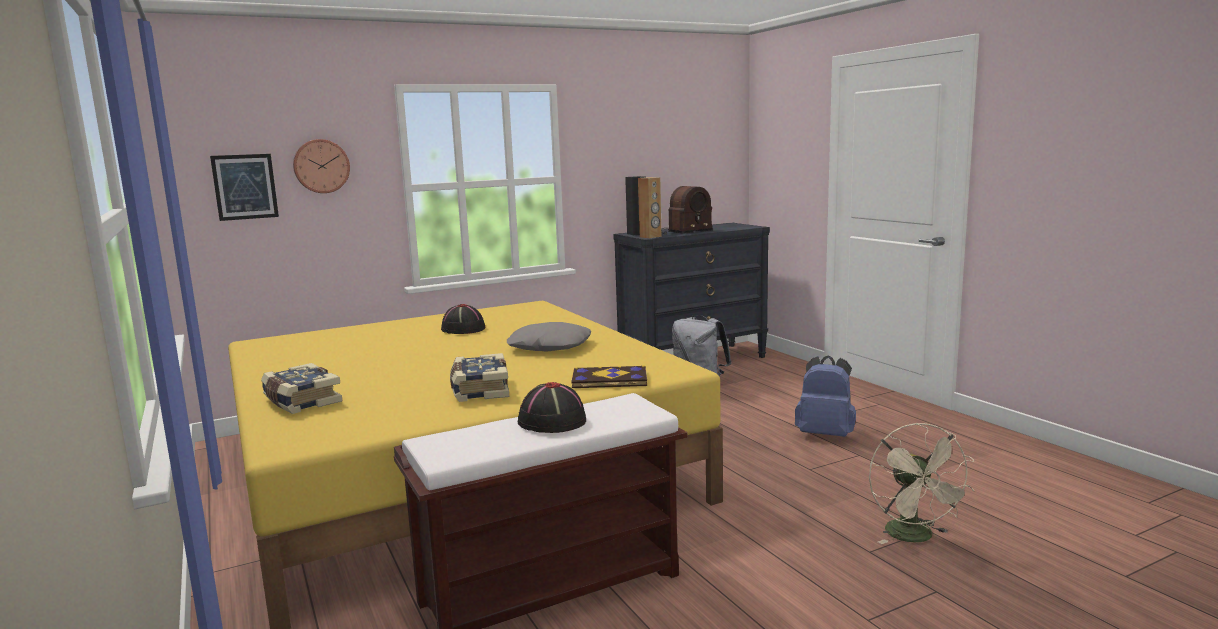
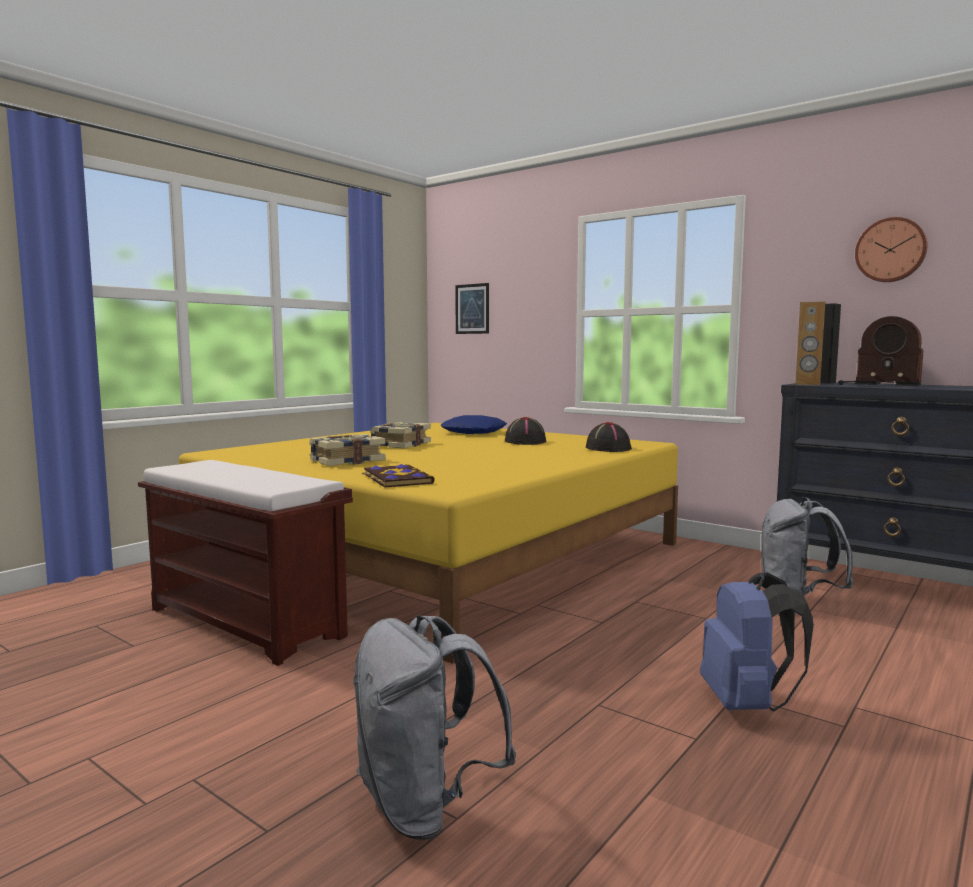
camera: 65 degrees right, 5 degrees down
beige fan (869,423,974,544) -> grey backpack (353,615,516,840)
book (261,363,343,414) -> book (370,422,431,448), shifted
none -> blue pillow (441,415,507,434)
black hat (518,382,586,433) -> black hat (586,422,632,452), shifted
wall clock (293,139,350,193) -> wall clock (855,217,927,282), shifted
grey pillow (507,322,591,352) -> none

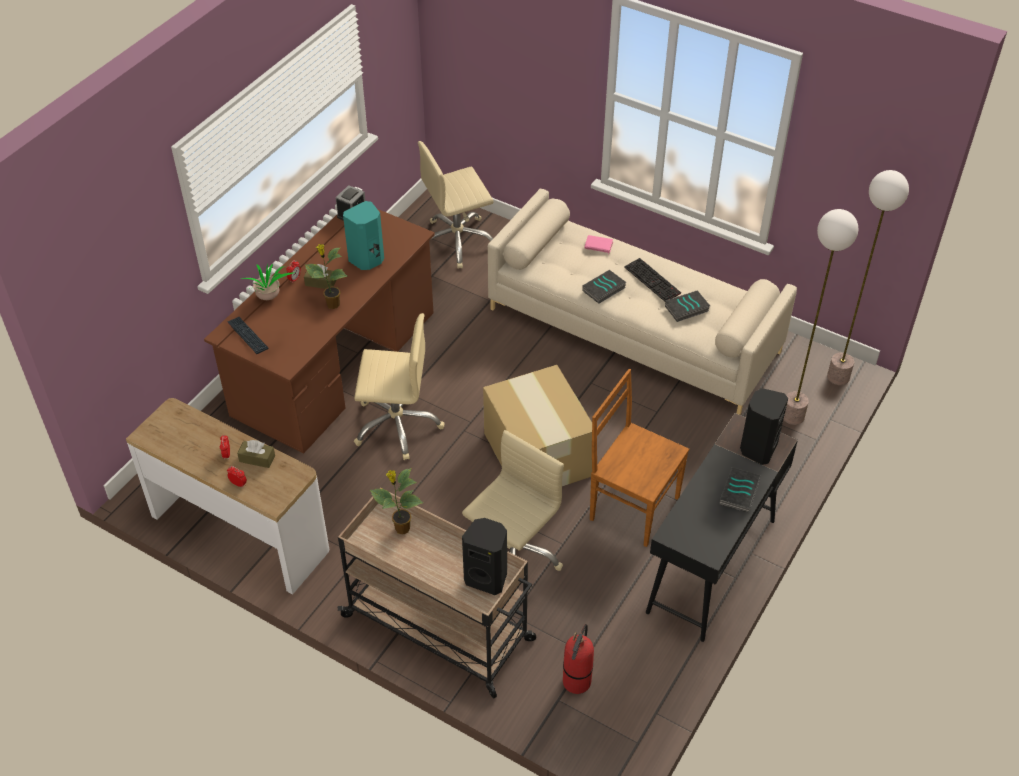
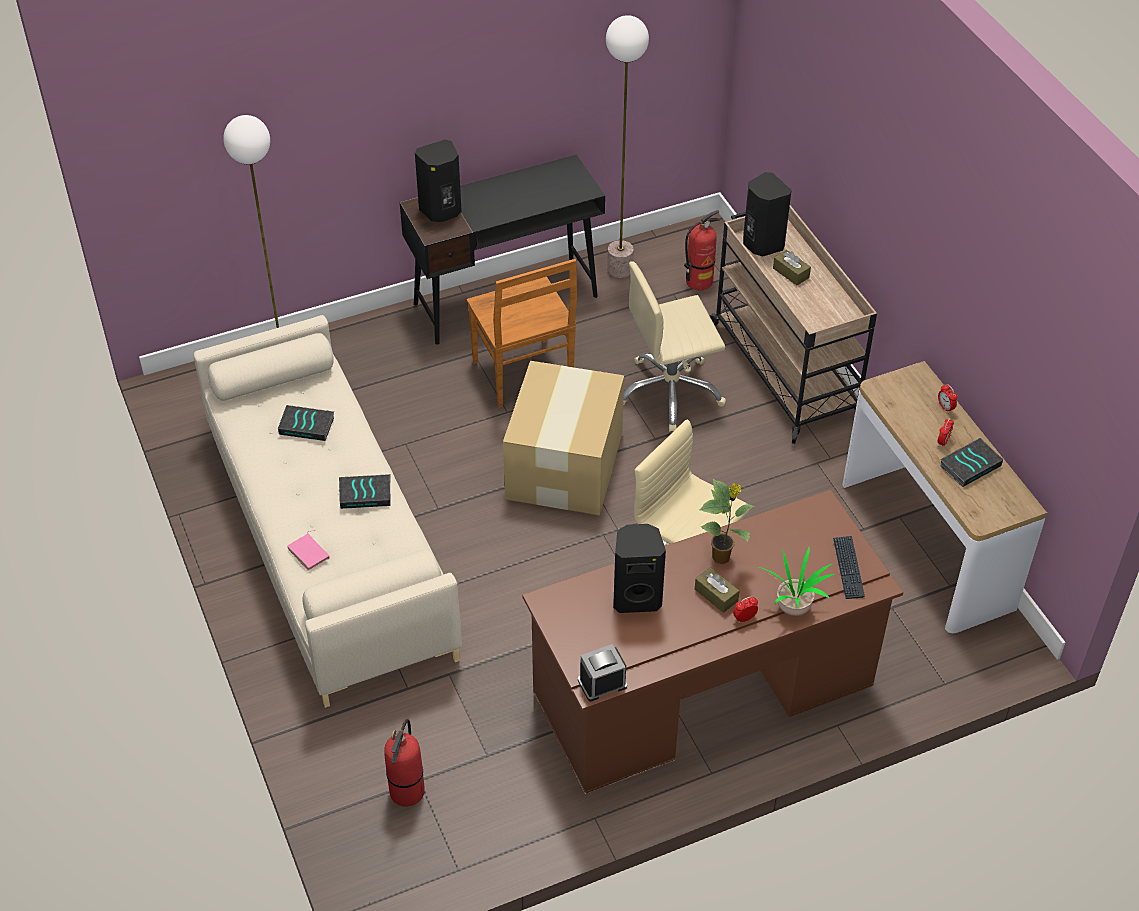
camera: 145 degrees left, 0 degrees up
beige office chair (418,141,494,269) -> fire extinguisher (384,719,425,807)
floor lamp (827,170,909,385) -> floor lamp (606,15,649,278), shifted
turquoise speaker (343,201,384,270) -> black speaker (613,524,666,613)
brown tissue box (237,440,275,468) -> brown tissue box (773,250,811,285), shifted
book (719,467,761,513) -> book (939,438,1003,487), shifted
potted plant (370,468,423,535) -> none
keyboard (624,258,681,302) -> none

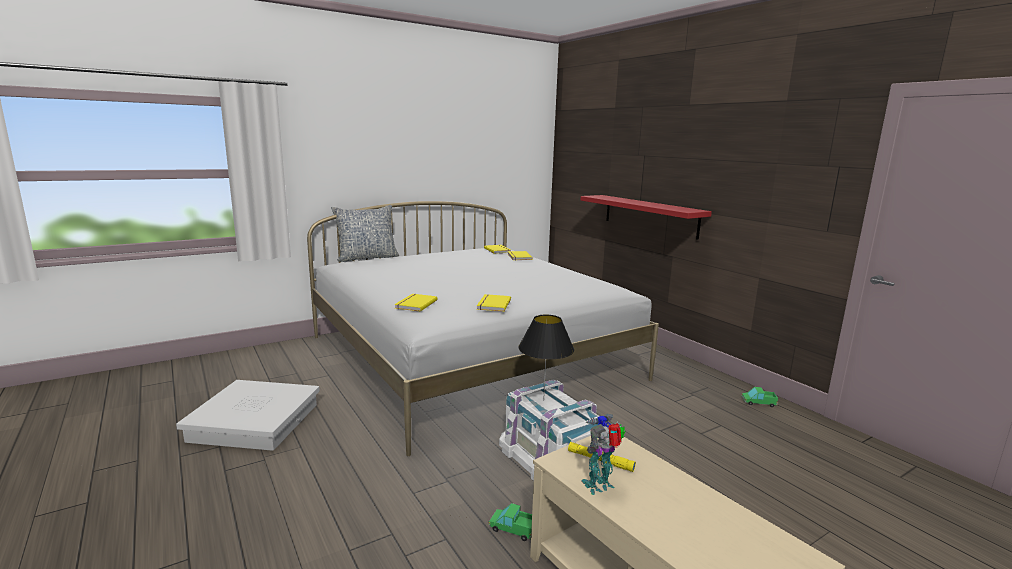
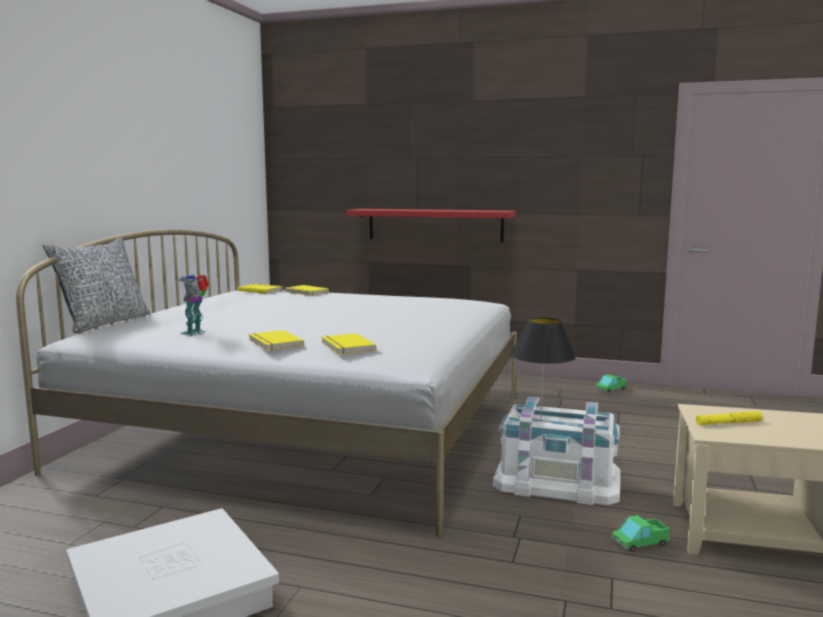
camera: 40 degrees left, 5 degrees down
toy robot (581,414,626,495) -> toy robot (179,275,209,336), shifted
yellow book (477,294,511,312) -> yellow book (249,330,304,350), shifted

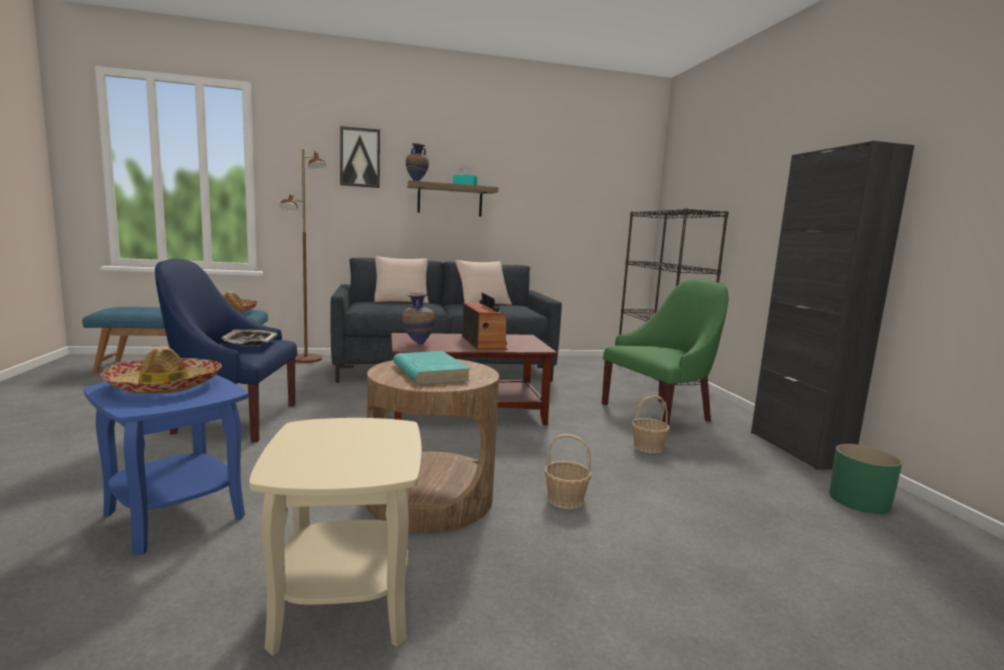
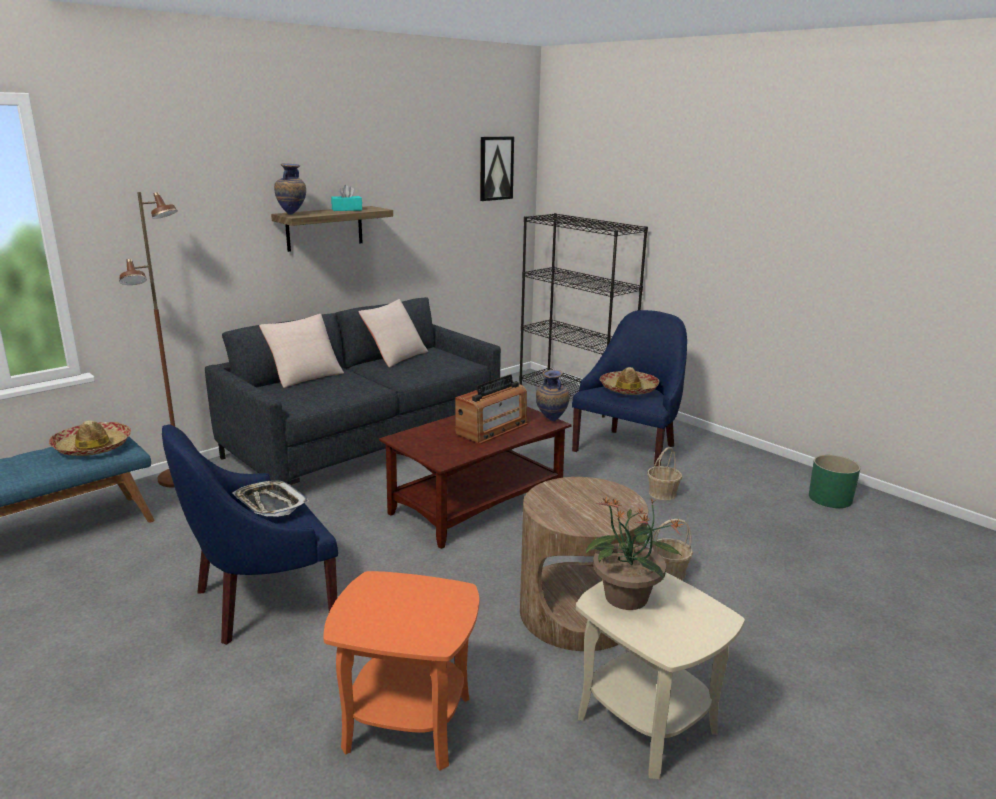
camera: 30 degrees left, 10 degrees up
blue side table (83,375,248,555) -> orange side table (323,571,479,771)
radio (462,293,507,350) -> radio (455,375,527,444), 90 degrees clockwise
picture (340,126,380,188) -> picture (480,137,514,201), shifted
vase (402,293,435,345) -> vase (536,370,569,421), shifted
green armchair (602,279,729,434) -> blue armchair (572,310,687,467)
none -> potted plant (586,496,684,610)
hat (100,346,222,394) -> hat (599,367,659,395), shifted
turquoise book (393,351,470,385) -> none
black cabinet (751,141,914,470) -> none

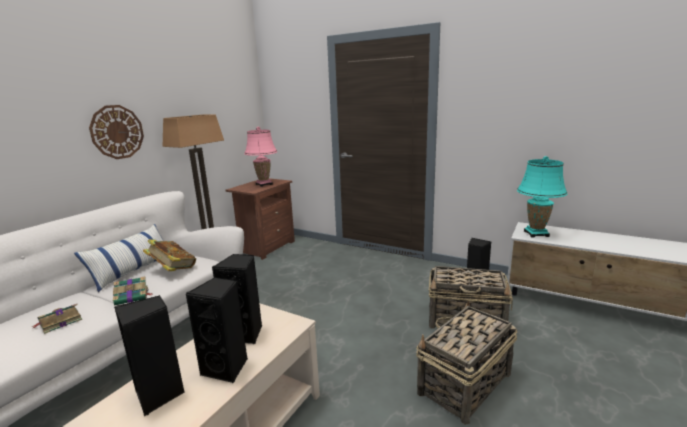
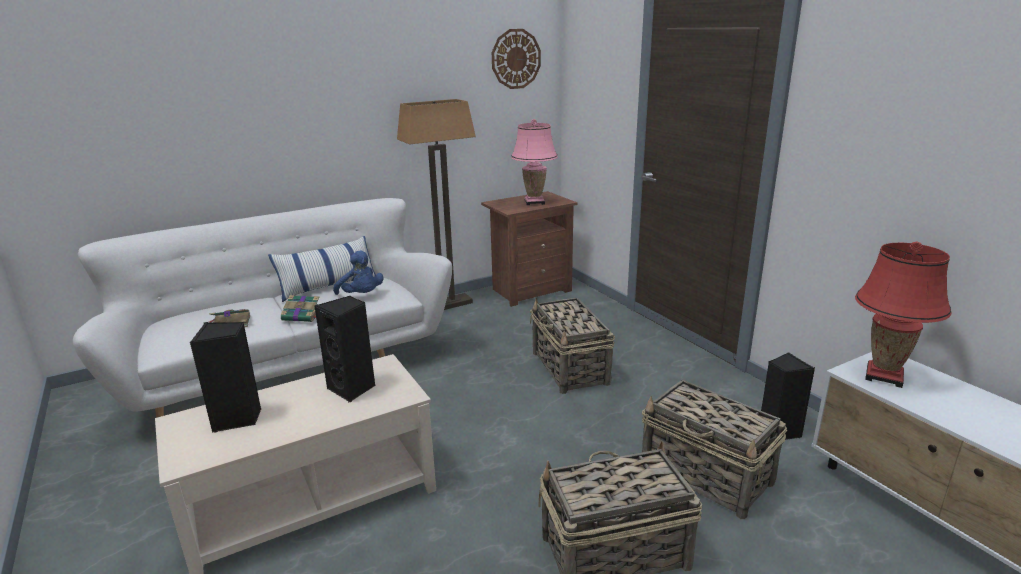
camera: 30 degrees right, 5 degrees up
book (143,240,196,271) -> blue plush toy (333,250,384,295)
wall clock (89,105,144,159) -> wall clock (492,29,541,89), shifted
none -> basket (530,298,615,394)
turquoise table lamp (517,156,567,237) -> red table lamp (855,241,952,388)
black speaker (185,277,248,384) -> none

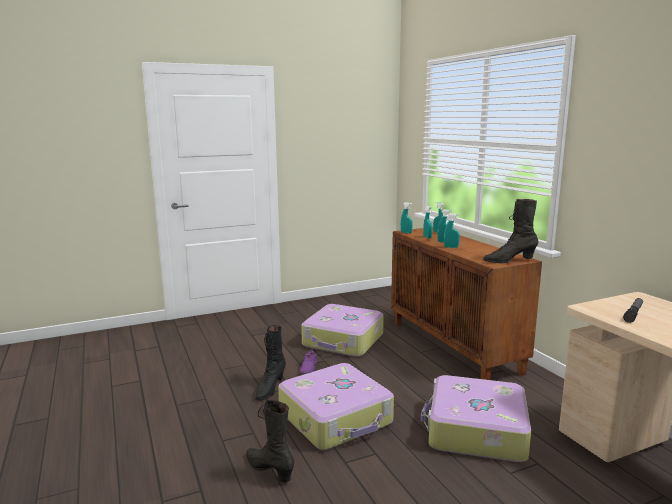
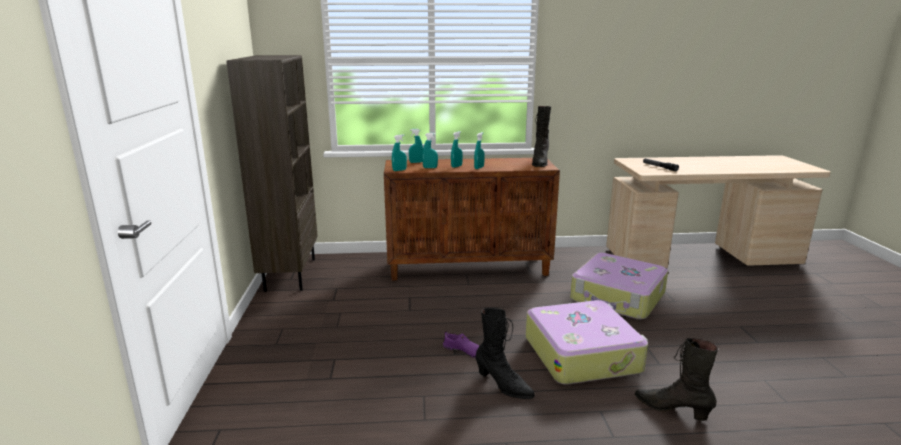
camera: 70 degrees left, 5 degrees up
none -> brown bookcase (226,55,318,292)
black boot (246,400,294,483) -> black boot (635,338,718,421), 60 degrees clockwise
suitcase (301,304,384,357) -> none

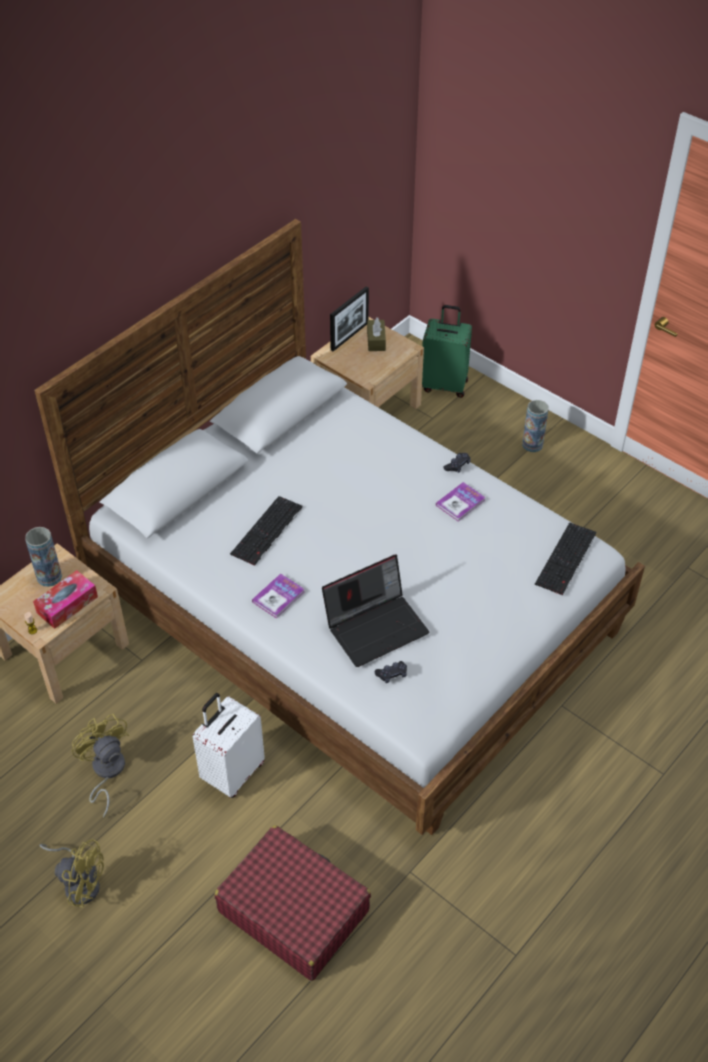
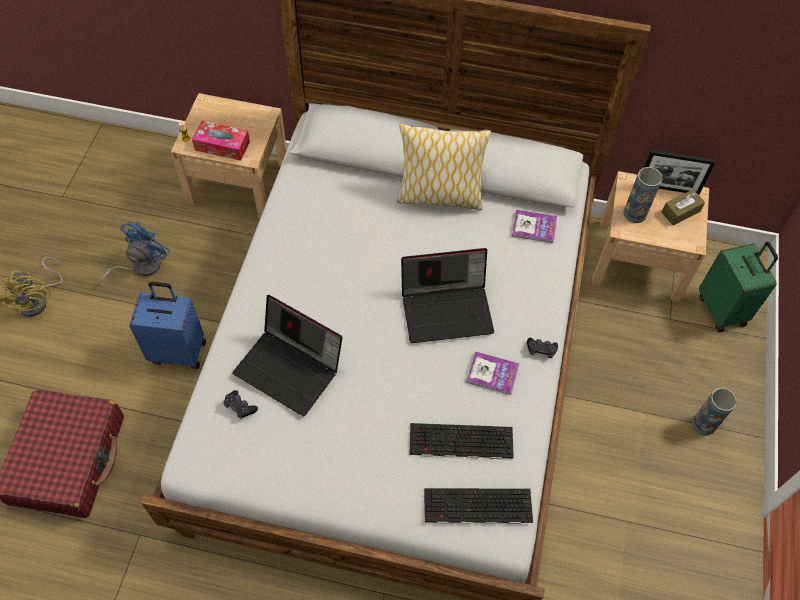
camera: 60 degrees right, 10 degrees up
yellow fan (72,714,129,818) -> blue fan (97,222,170,286)
white suitcase (193,693,265,798) -> blue suitcase (129,282,206,369)
none -> pillow (397,123,491,210)
none -> laptop (401,248,494,343)
keyboard (230,496,303,566) -> keyboard (409,423,514,459), shifted
book (252,574,305,619) -> book (512,210,557,243), shifted
vase (25,527,62,587) -> vase (623,167,663,223), shifted

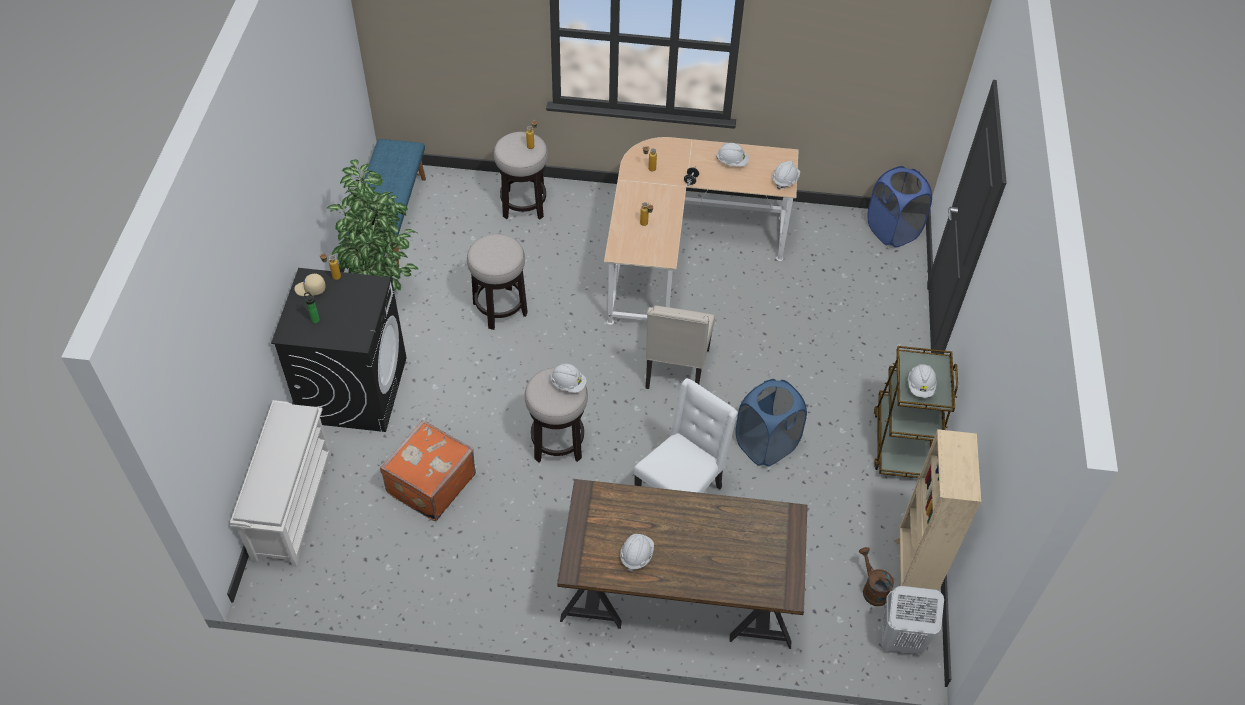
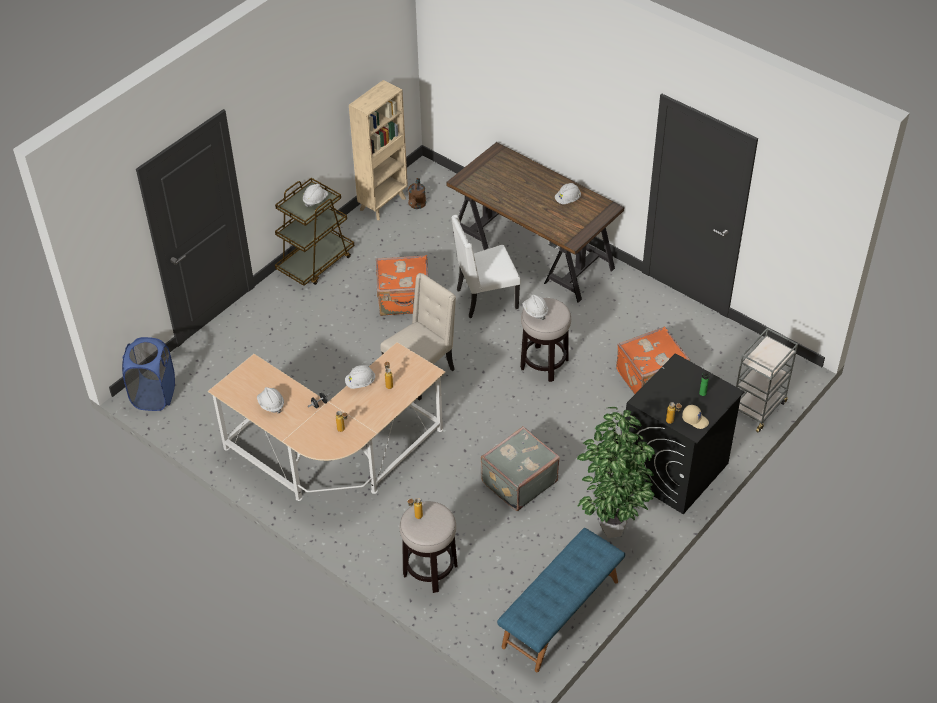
camera: 145 degrees left, 5 degrees down
white hard hat (772,161,800,190) -> white hard hat (345,365,375,389), shifted
blue laundry basket (735,379,807,466) -> orange suitcase (376,255,428,316)
stool (467,234,528,330) -> grey suitcase (481,426,560,511)
white shoe rack (230,400,331,567) -> grey cart (736,328,798,432)
white laundry basket (882,586,944,654) -> none

